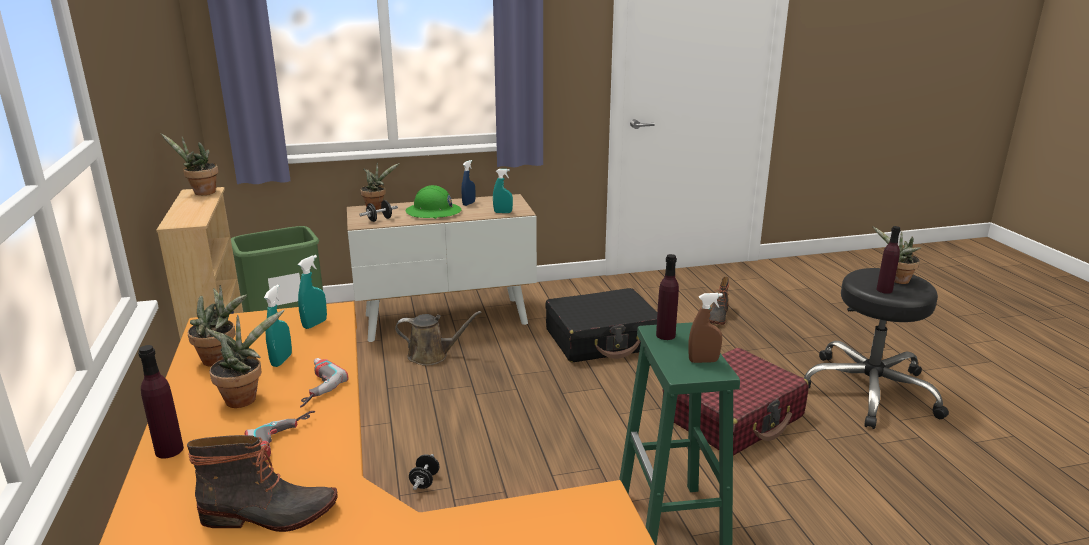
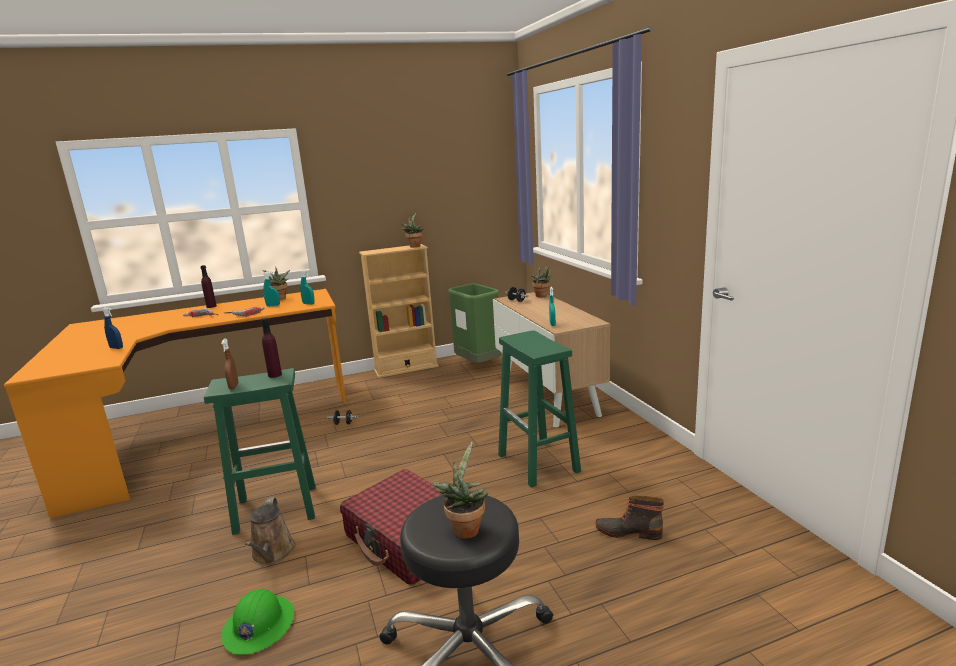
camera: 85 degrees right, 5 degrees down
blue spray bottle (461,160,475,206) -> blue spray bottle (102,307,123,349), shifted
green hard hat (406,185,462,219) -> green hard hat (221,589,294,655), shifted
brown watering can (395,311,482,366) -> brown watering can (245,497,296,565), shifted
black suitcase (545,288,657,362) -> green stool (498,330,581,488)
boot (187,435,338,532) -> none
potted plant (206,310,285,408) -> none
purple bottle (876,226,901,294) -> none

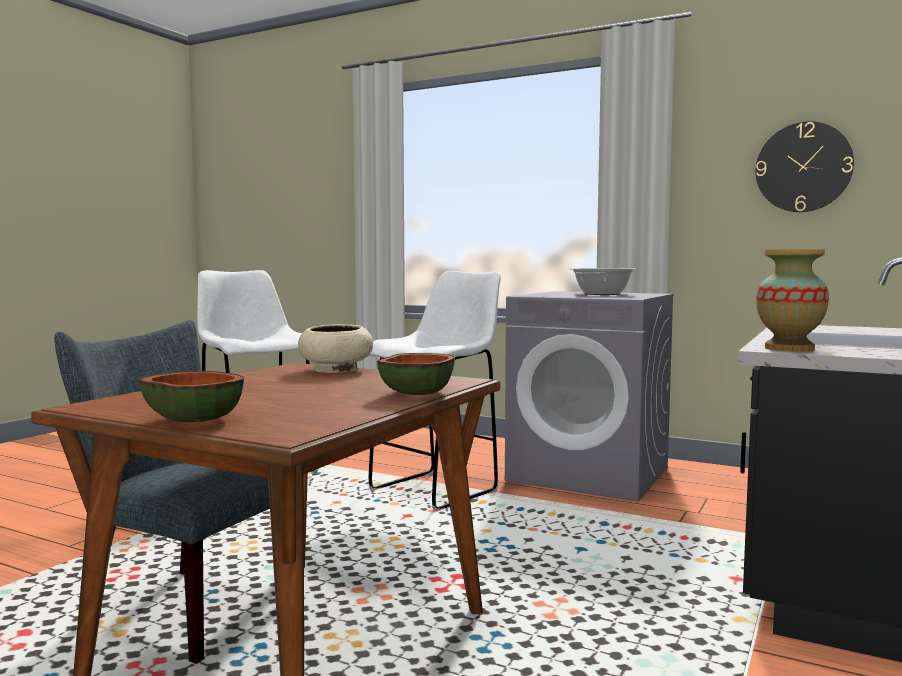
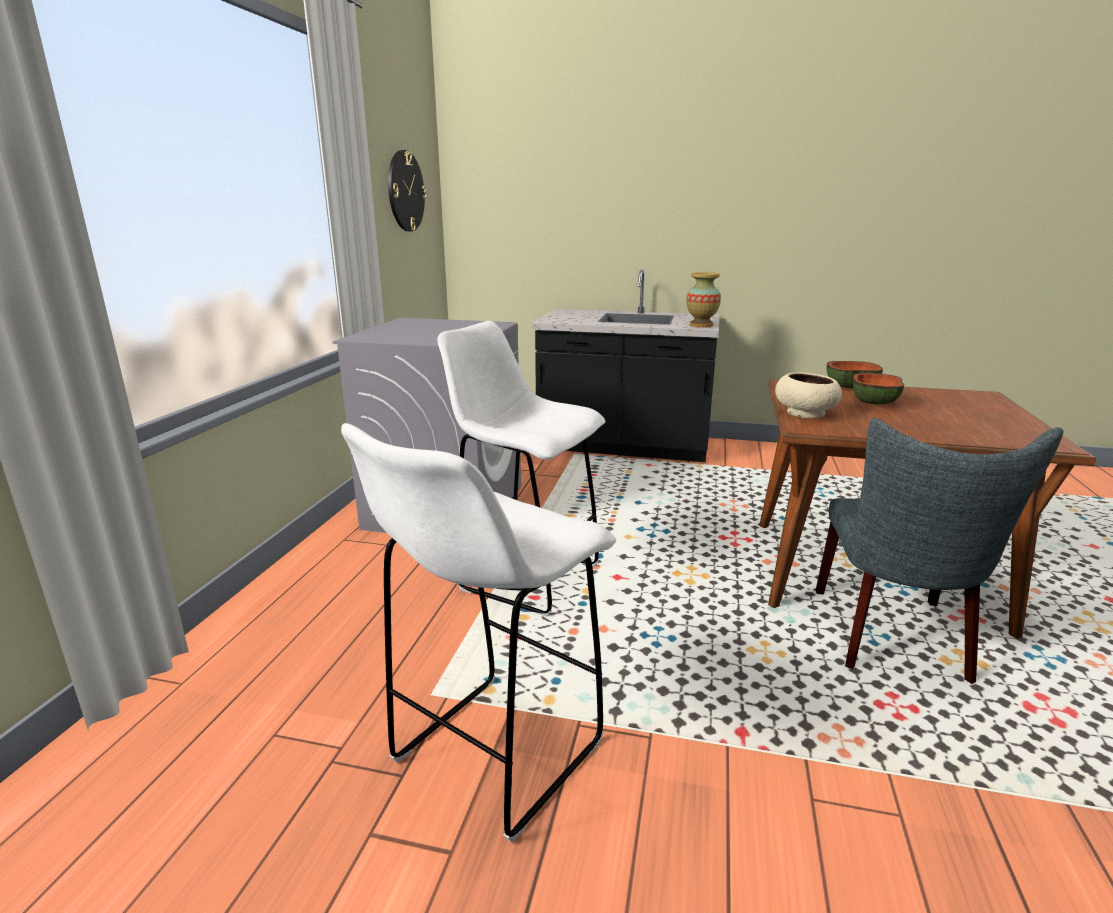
camera: 105 degrees left, 15 degrees up
bowl (139,371,244,422) -> bowl (853,373,904,405), shifted
cooking pot (571,268,636,295) -> none

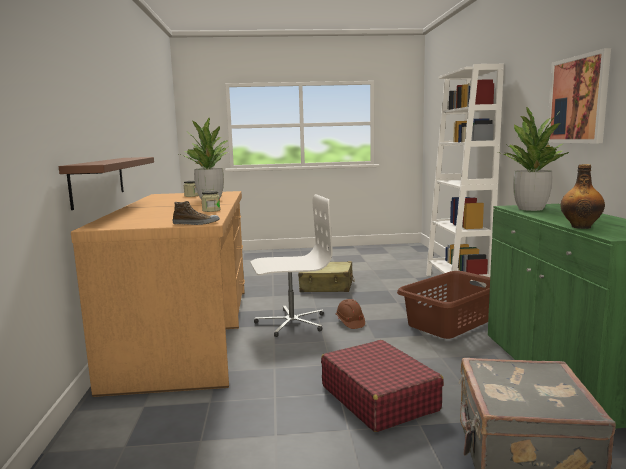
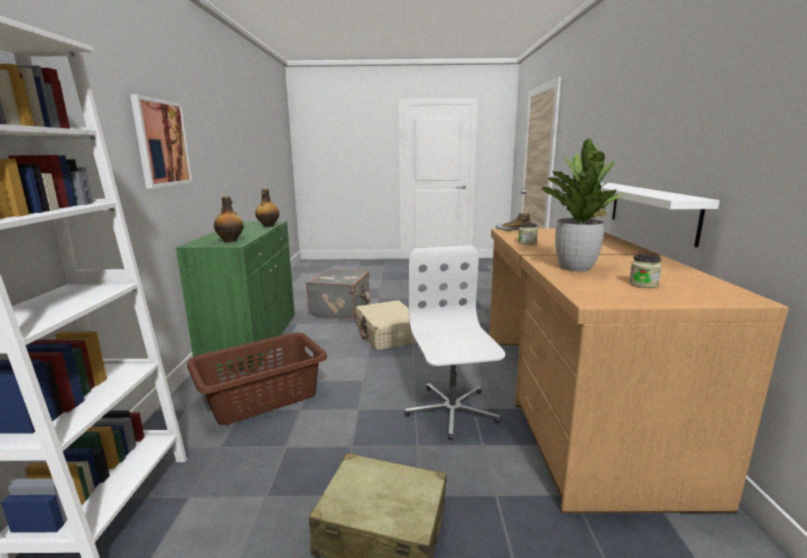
camera: 175 degrees left, 5 degrees up
potted plant (498,107,569,211) -> bottle (214,196,244,243)
red suitcase (321,340,444,432) -> beige suitcase (356,300,417,350)
white office chair (251,194,333,337) -> white office chair (405,246,506,440), 90 degrees clockwise
brown shelf (59,157,154,210) -> white shelf (600,183,720,247)
brown hard hat (336,299,365,329) -> none

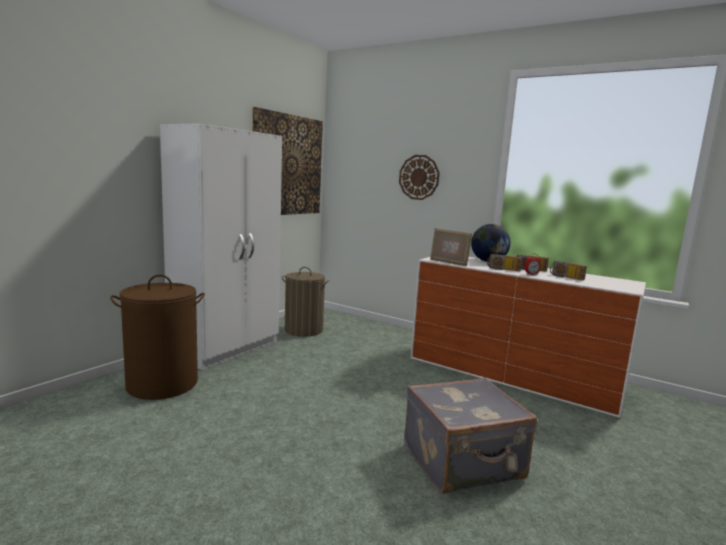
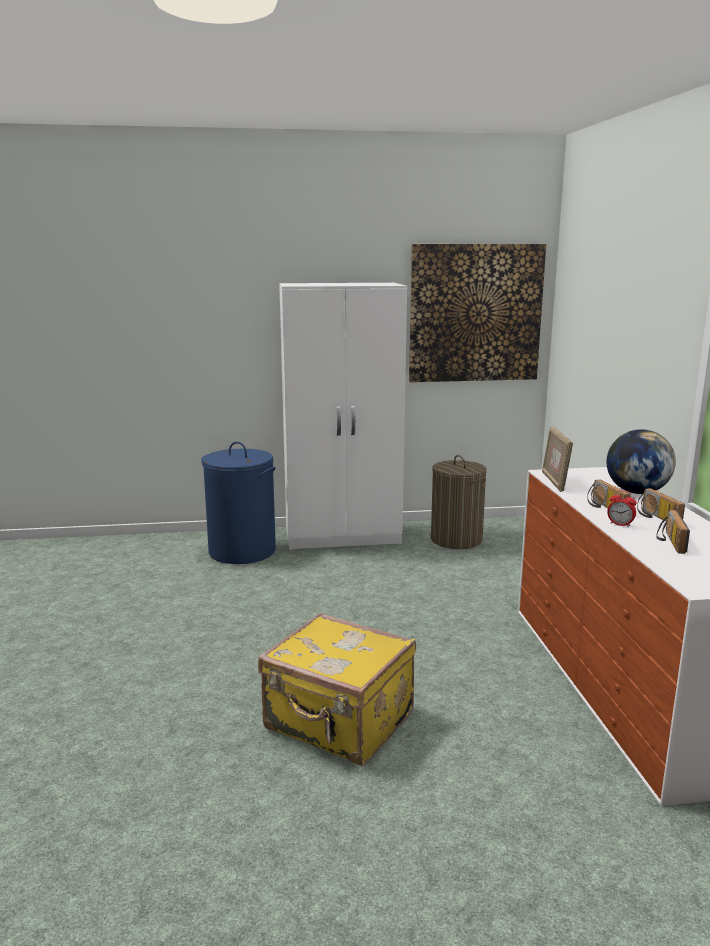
camera: 50 degrees right, 5 degrees up
brown laundry basket (110,274,205,400) -> blue laundry basket (201,441,276,564)
grey suitcase (404,377,537,494) -> yellow suitcase (258,613,416,766)
wall clock (399,155,440,200) -> none

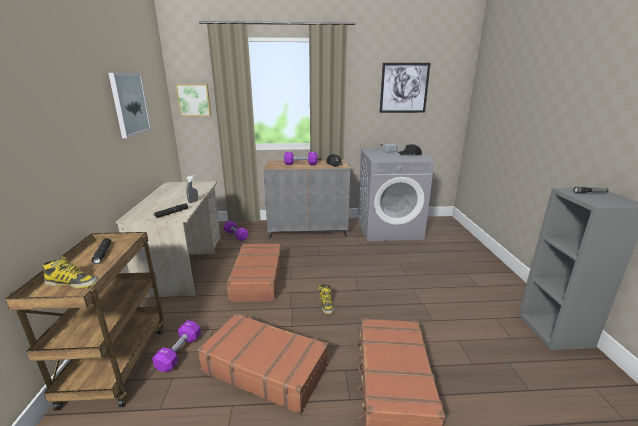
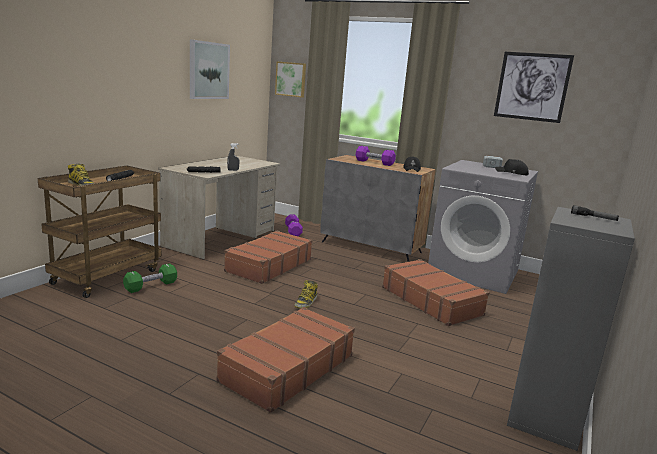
camera: 30 degrees right, 5 degrees down
purple dumbbell (152,320,201,372) -> green dumbbell (123,263,177,293)
brown suitcase (197,313,328,415) -> brown suitcase (382,259,489,326), shifted

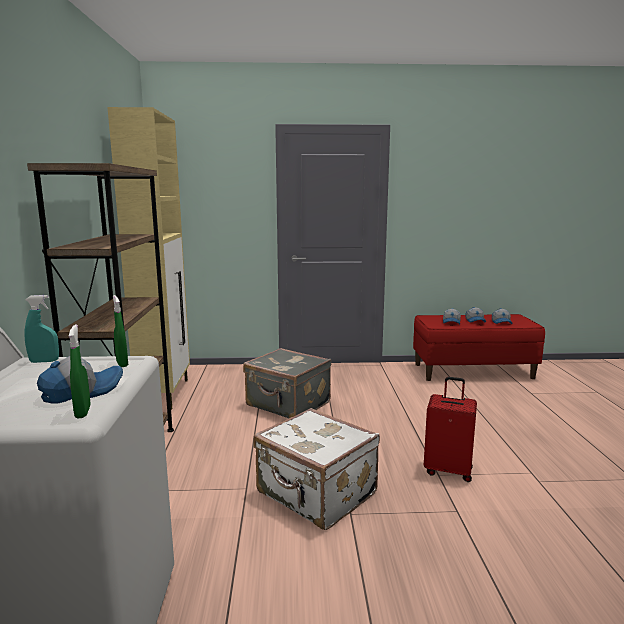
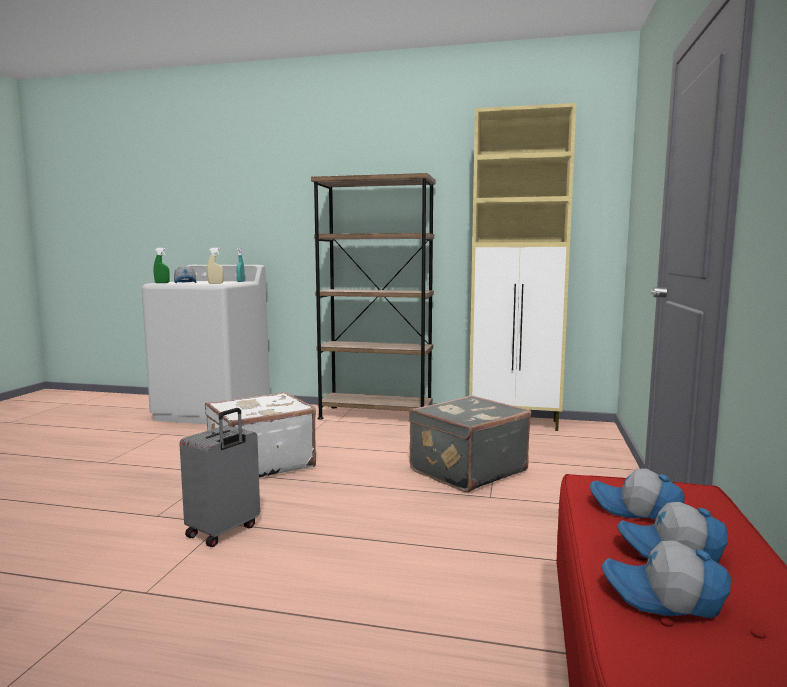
camera: 105 degrees right, 5 degrees down
red suitcase (424,377,477,482) -> grey suitcase (180,408,260,547)
green spray bottle (113,295,128,367) -> beige spray bottle (207,248,224,284)

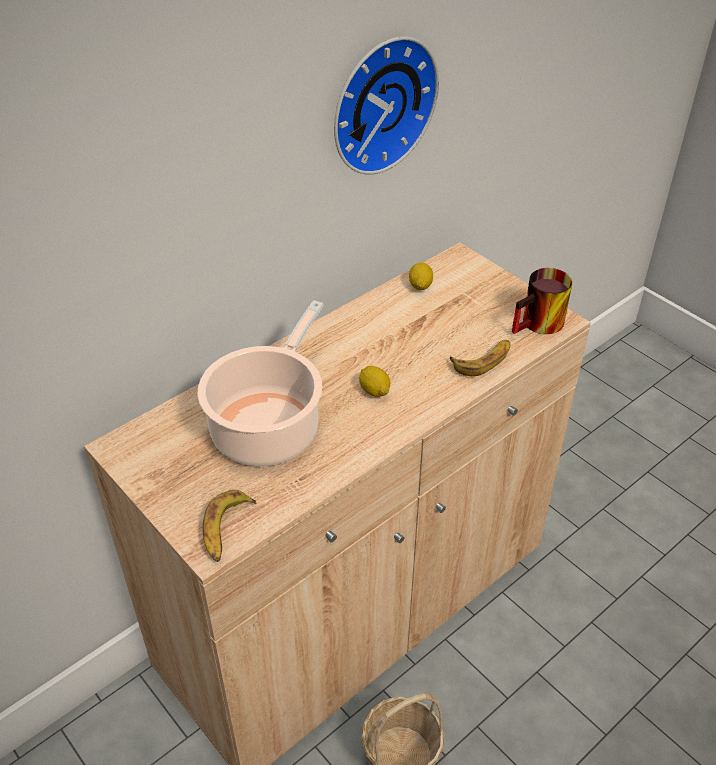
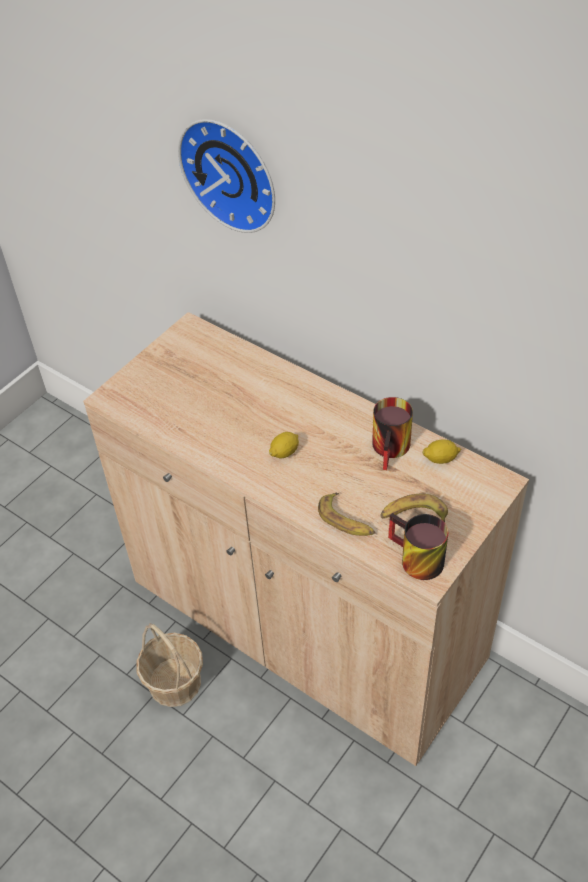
camera: 80 degrees right, 5 degrees up
wall clock (334,36,439,175) -> wall clock (178,119,275,233), shifted
none -> mug (372,397,413,470)
banana (203,490,257,562) -> banana (380,494,448,522), shifted
cooking pot (198,300,323,466) -> none

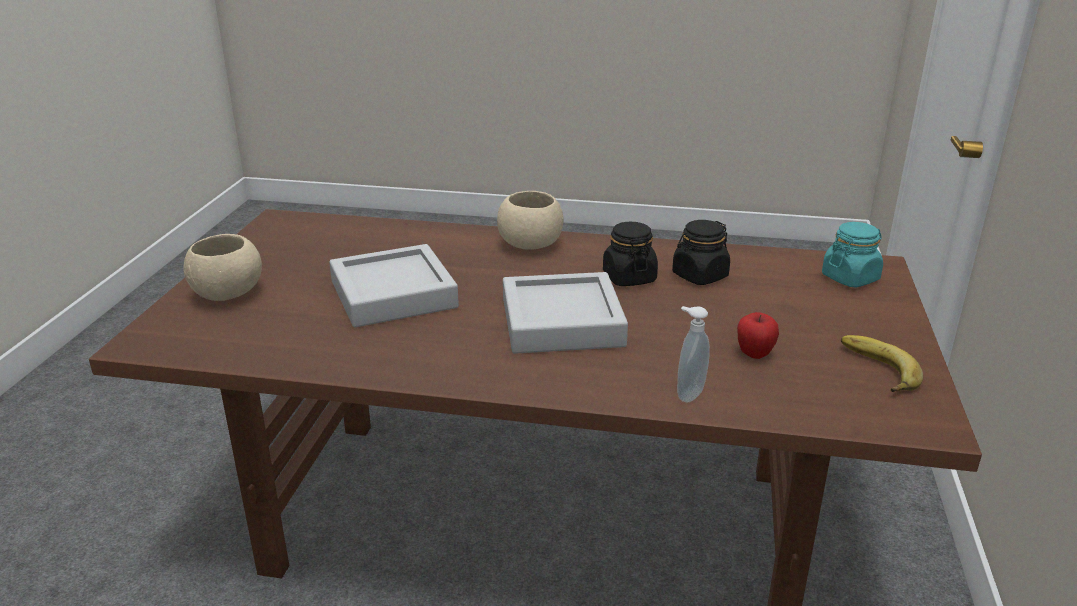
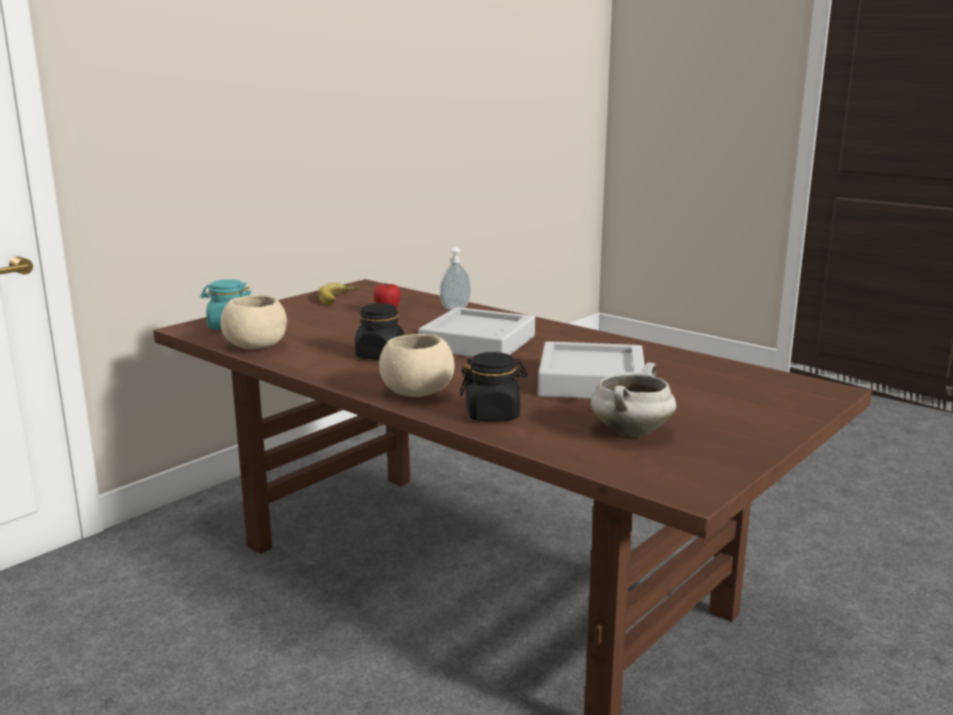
camera: 150 degrees left, 10 degrees down
beige bowl (184,234,262,301) -> beige bowl (221,295,287,349), shifted
black jar (672,220,730,285) -> black jar (460,352,527,421), shifted
none -> white cooking pot (591,362,676,437)

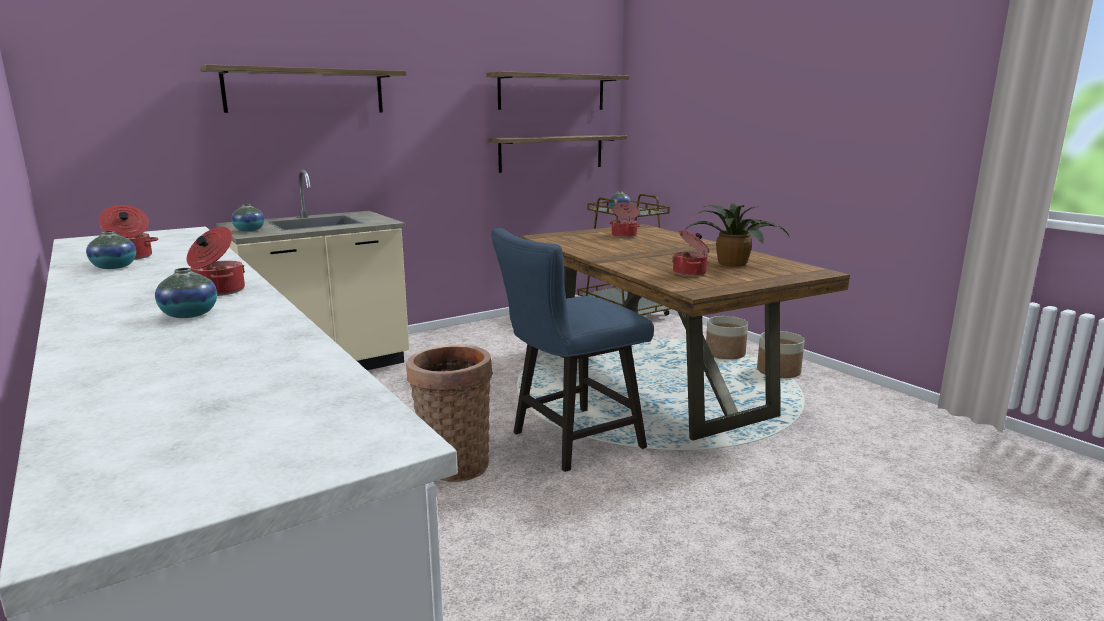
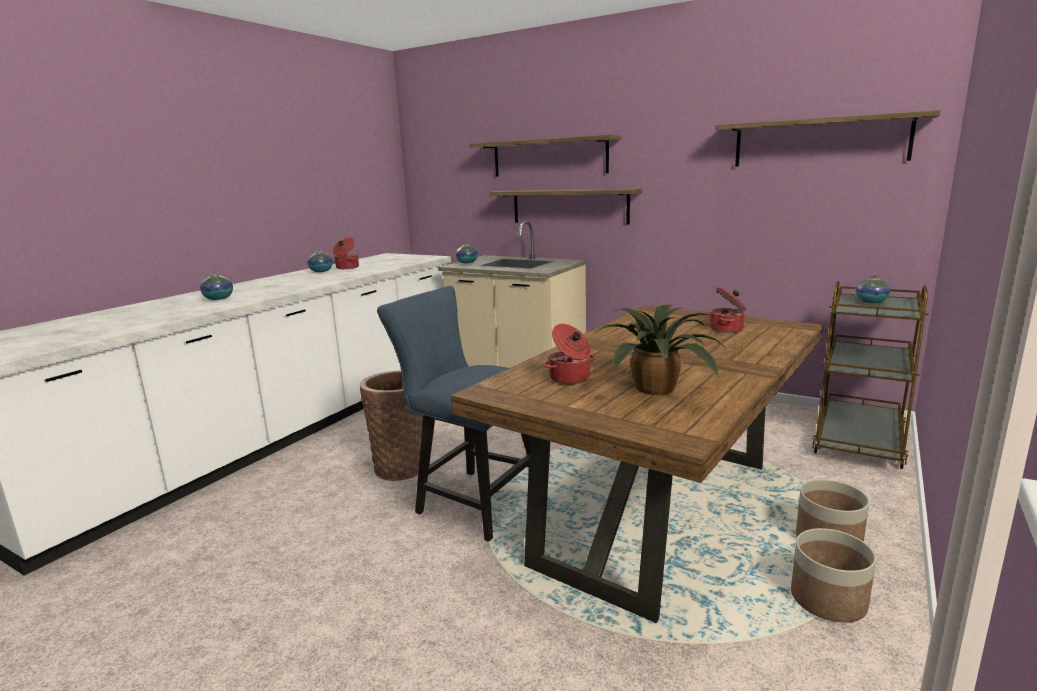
camera: 65 degrees right, 0 degrees up
shelf (487,135,627,173) -> shelf (490,188,643,224), shifted
cooking pot (187,227,245,296) -> none

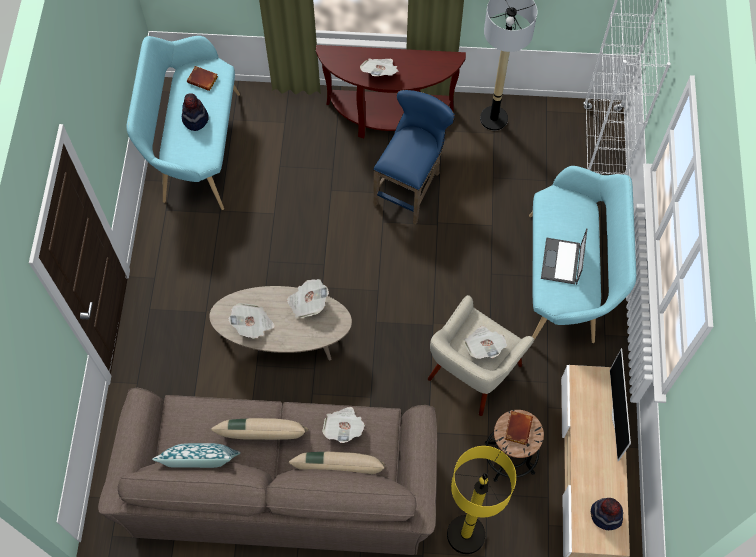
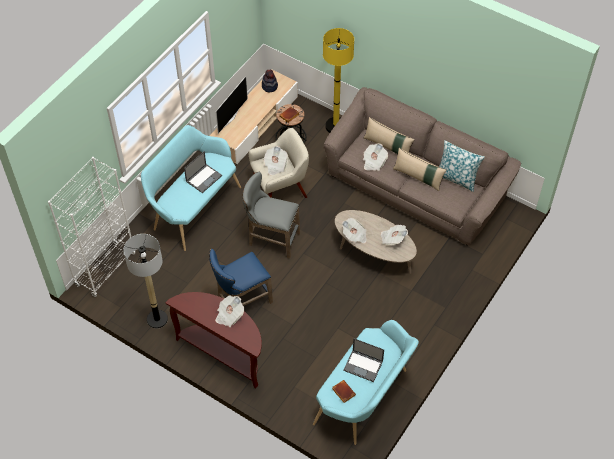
camera: 150 degrees left, 10 degrees down
none -> grey stool (242,172,300,258)
hat (182,93,209,131) -> laptop (343,338,384,382)

